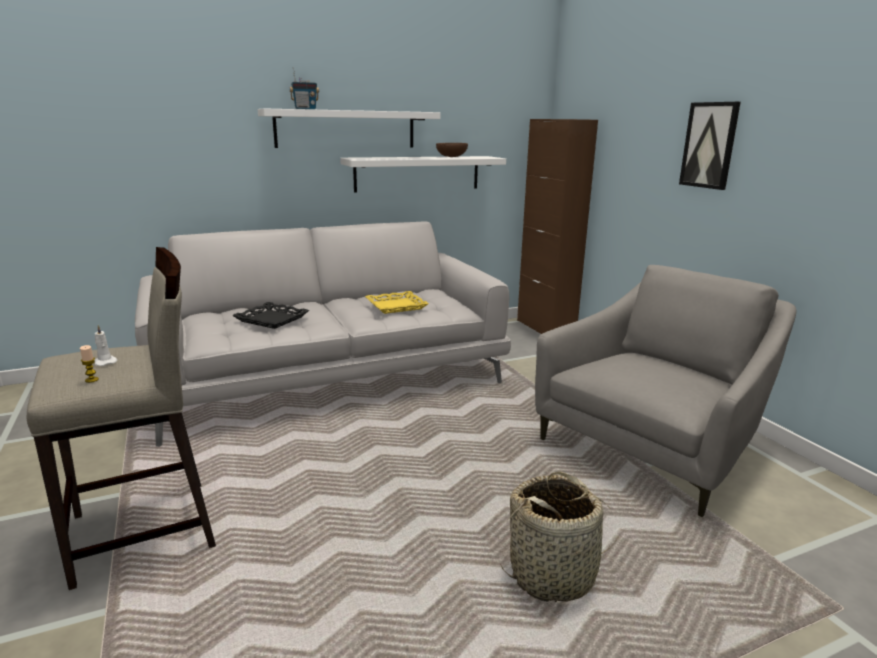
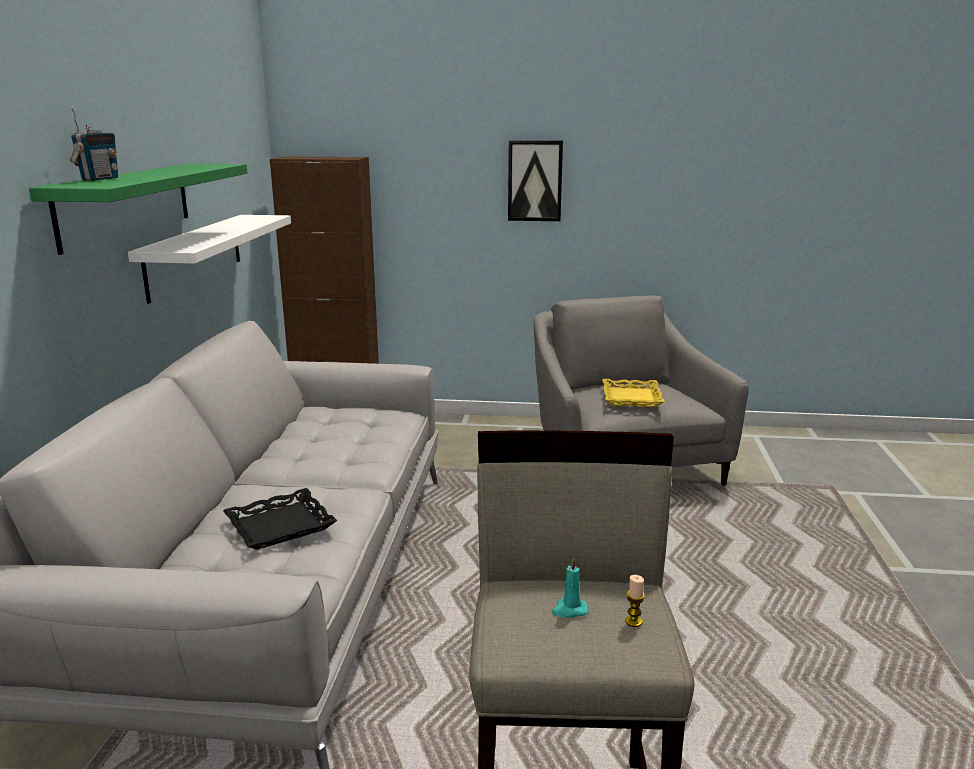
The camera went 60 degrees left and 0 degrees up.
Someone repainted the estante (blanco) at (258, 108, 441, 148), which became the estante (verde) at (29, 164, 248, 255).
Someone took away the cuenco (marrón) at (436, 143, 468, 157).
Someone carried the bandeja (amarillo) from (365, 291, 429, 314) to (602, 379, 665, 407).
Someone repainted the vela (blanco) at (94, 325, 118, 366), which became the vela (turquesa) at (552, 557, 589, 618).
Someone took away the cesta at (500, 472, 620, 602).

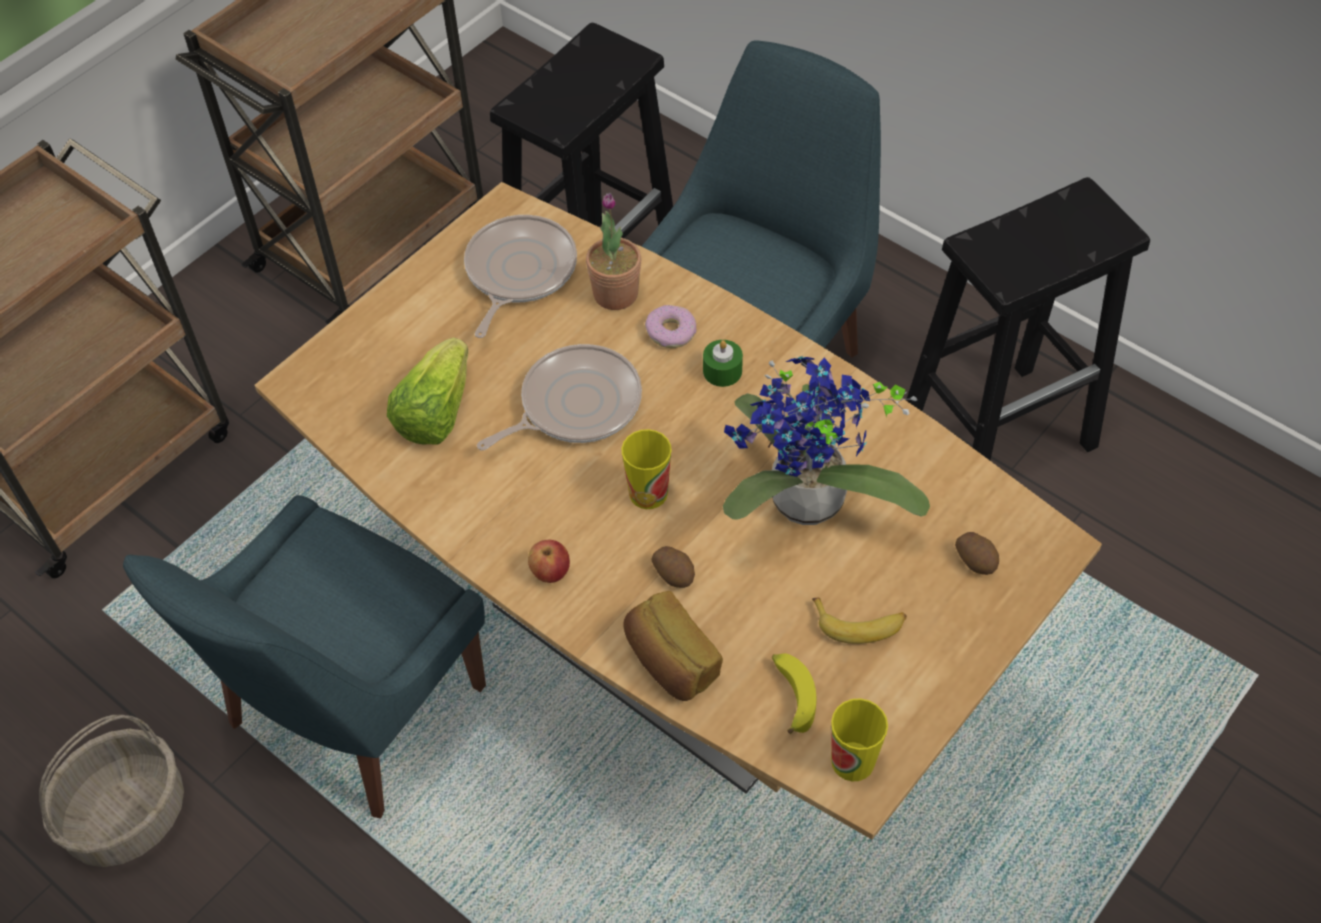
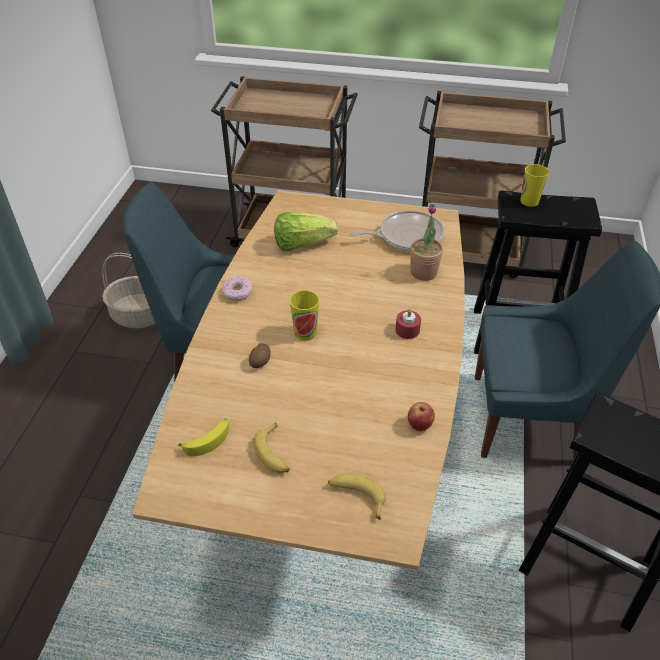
The camera went 60 degrees right and 10 degrees down.
Someone carried the rosquilla from (645, 305, 696, 348) to (222, 277, 252, 301).
Someone repainted the vela (verde) at (703, 340, 743, 387), which became the vela (rojo) at (395, 309, 421, 339).
Someone took away the sartén at (477, 344, 642, 450).
Someone took away the planta en maceta at (723, 356, 930, 525).
Someone swapped the patata at (955, 532, 999, 575) for the plátano at (328, 474, 386, 520).
Someone carried the manzana from (528, 540, 570, 583) to (408, 402, 435, 431).
Someone took away the pan at (623, 591, 723, 701).
Someone carried the taza from (831, 698, 888, 781) to (520, 164, 549, 207).

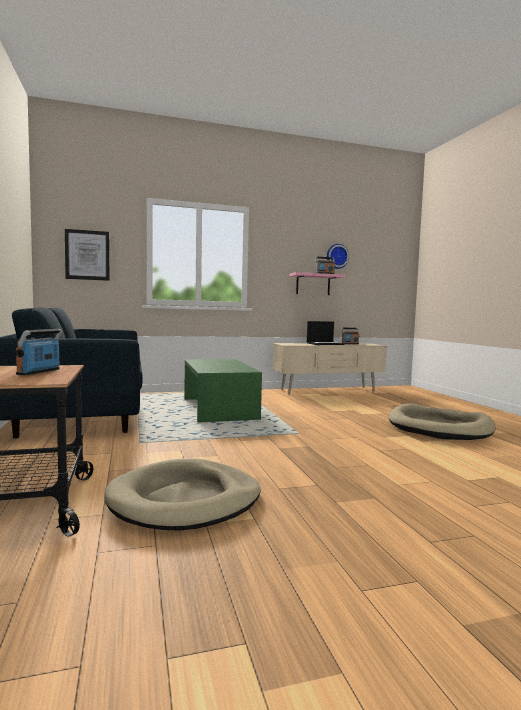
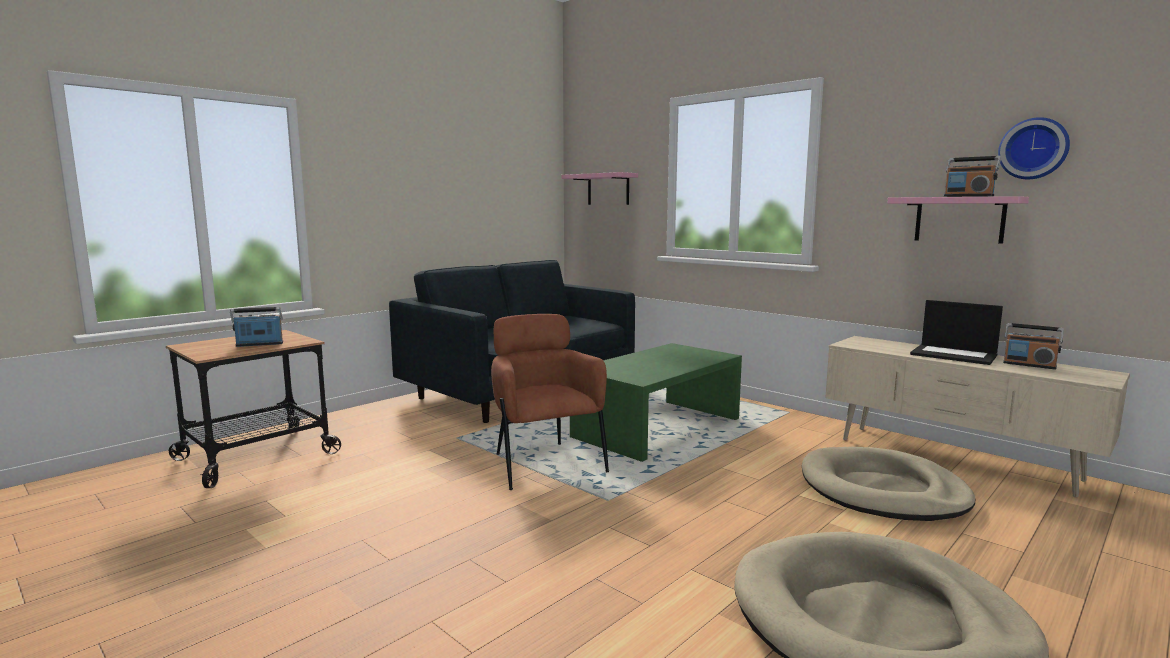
The camera went 60 degrees right and 5 degrees up.
Someone swapped the cuadro at (65, 229, 110, 281) for the estante (rosa) at (561, 172, 638, 205).
Someone carried the cama para perro (beis) from (104, 458, 261, 531) to (802, 447, 975, 521).
Someone put down the sillón (marrón) at (491, 314, 609, 490).

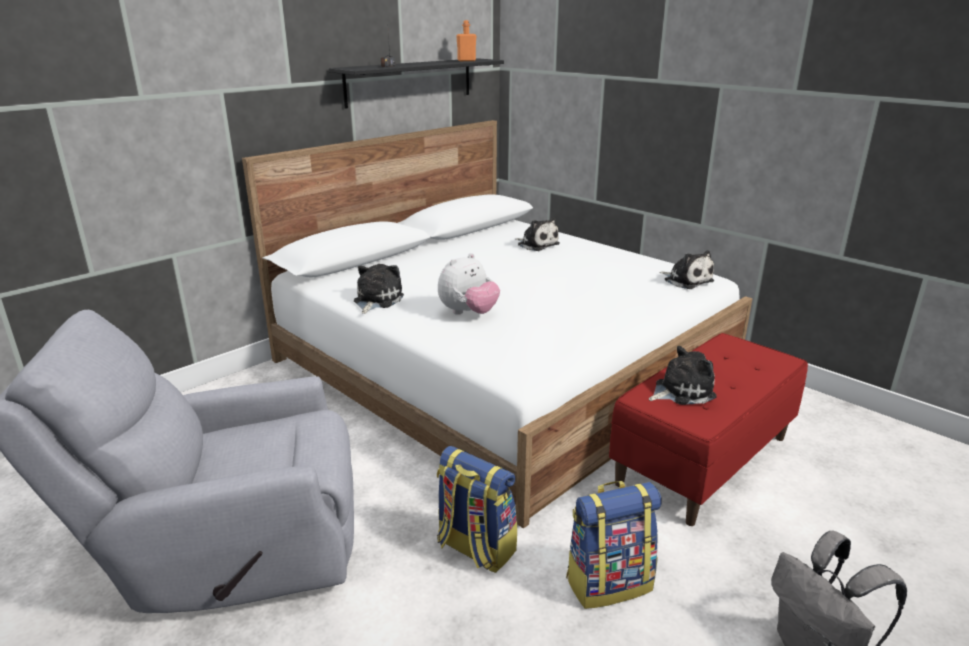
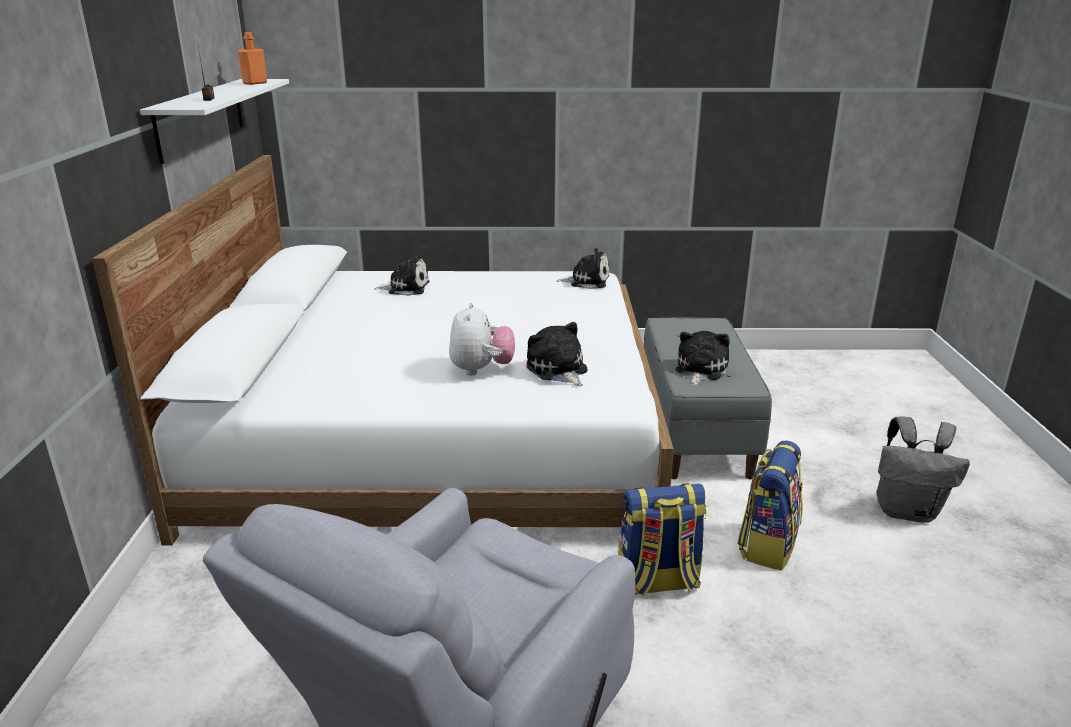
The camera went 45 degrees left and 0 degrees up.
Someone repainted the estante (negro) at (329, 58, 504, 109), which became the estante (blanco) at (140, 79, 289, 164).
Someone carried the peluche from (354, 264, 404, 314) to (527, 322, 588, 386).
Someone repainted the banco (rojo) at (609, 333, 808, 526), which became the banco (gris) at (644, 318, 772, 479).

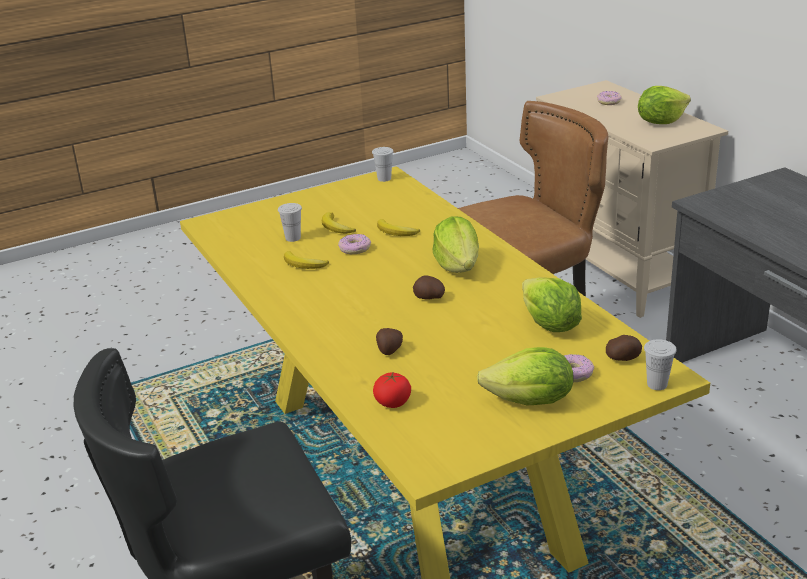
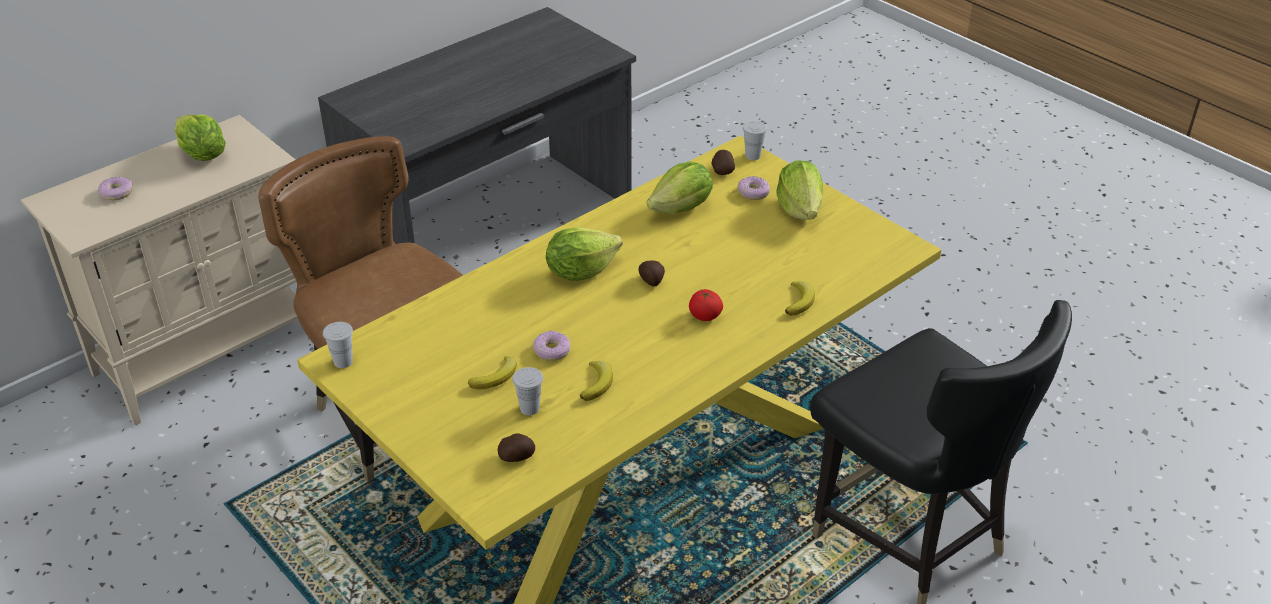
The camera went 105 degrees left and 10 degrees up.
Someone carried the plátano from (377, 219, 420, 236) to (785, 281, 815, 316).
Someone carried the patata from (376, 328, 403, 355) to (498, 433, 535, 462).
Someone carried the tomate from (373, 372, 411, 408) to (689, 289, 723, 321).

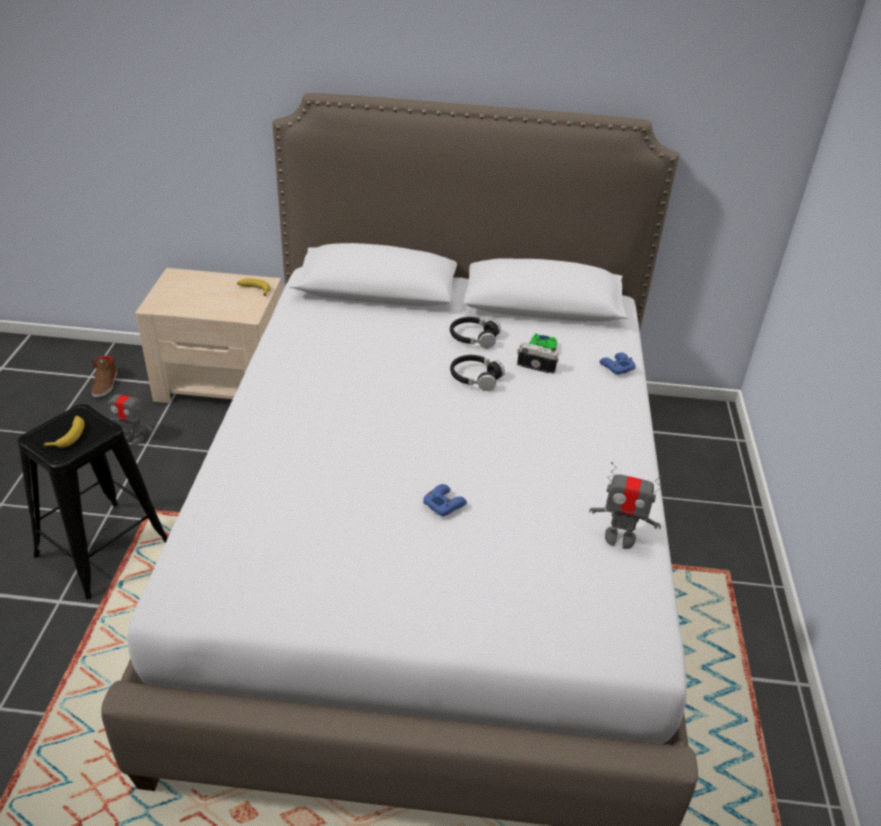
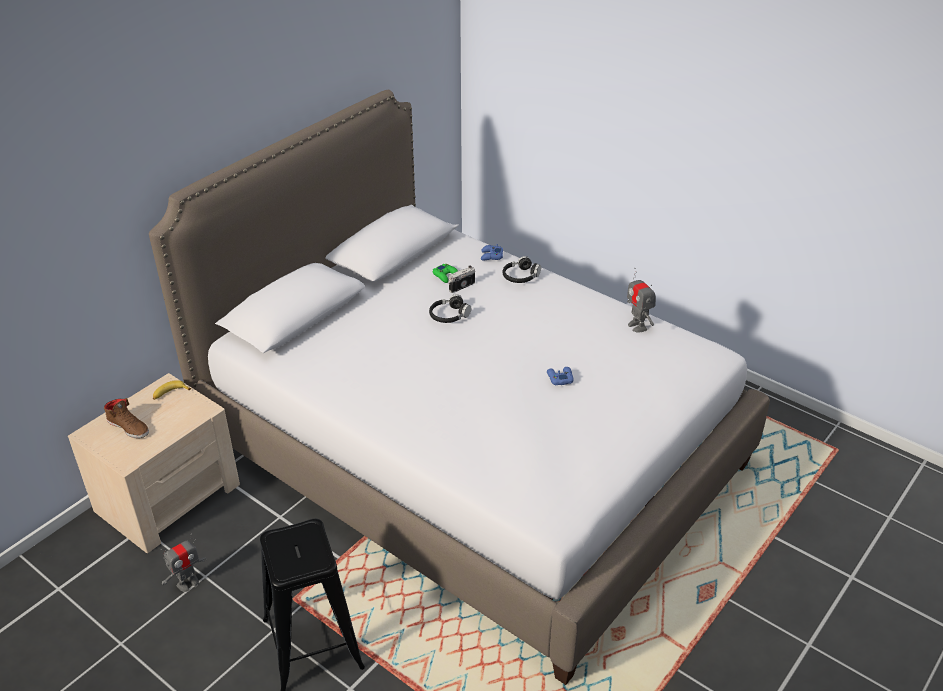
The camera went 55 degrees left and 0 degrees up.
Someone carried the auriculares (negro) from (450, 317, 501, 349) to (502, 256, 541, 283).
Someone carried the zapato (marrón) from (91, 355, 117, 398) to (104, 398, 149, 438).
Someone took away the plátano at (43, 416, 84, 448).
Someone rotated the robot de juguete at (589, 462, 663, 549) by 105 degrees clockwise.

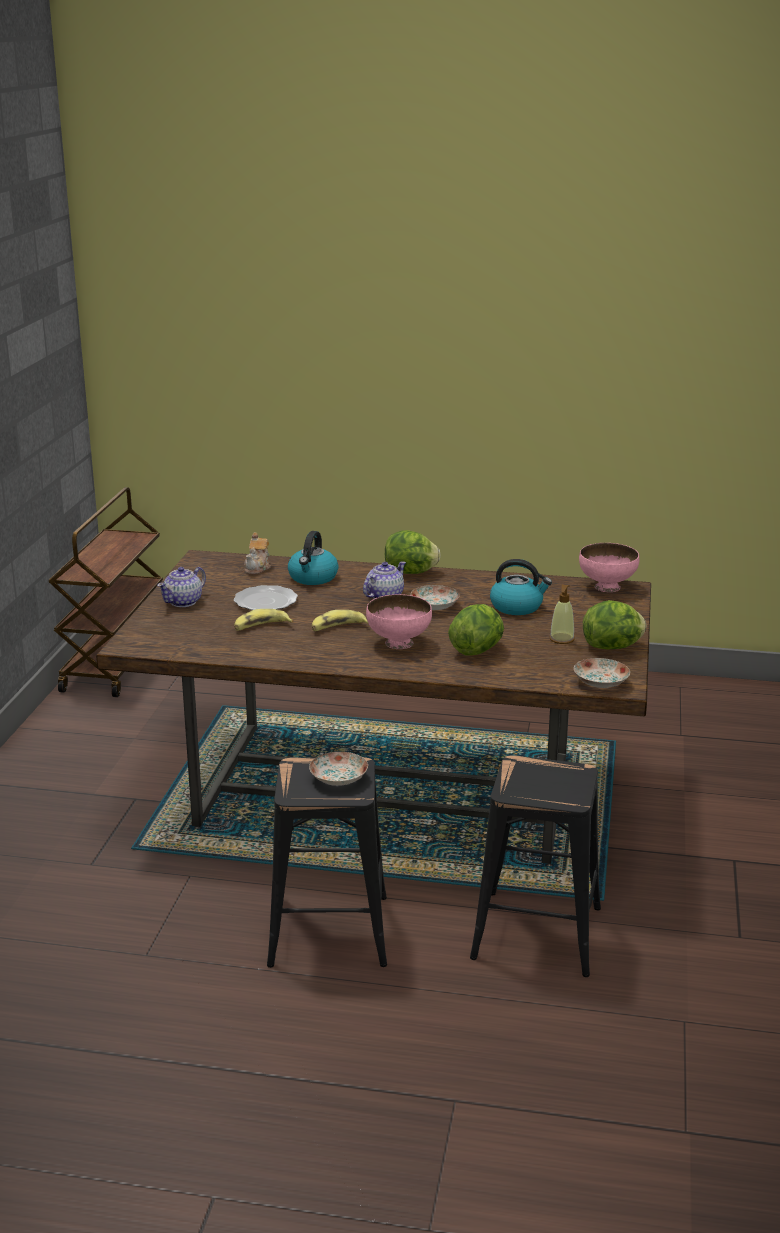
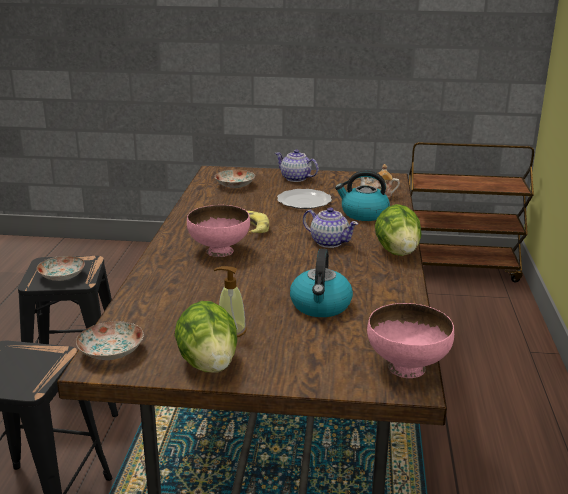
The camera went 85 degrees right and 0 degrees up.
Someone carried the plato from (411, 585, 460, 610) to (215, 170, 255, 188).
Someone took away the lechuga at (448, 604, 504, 655).
Someone took away the plátano at (234, 609, 294, 630).

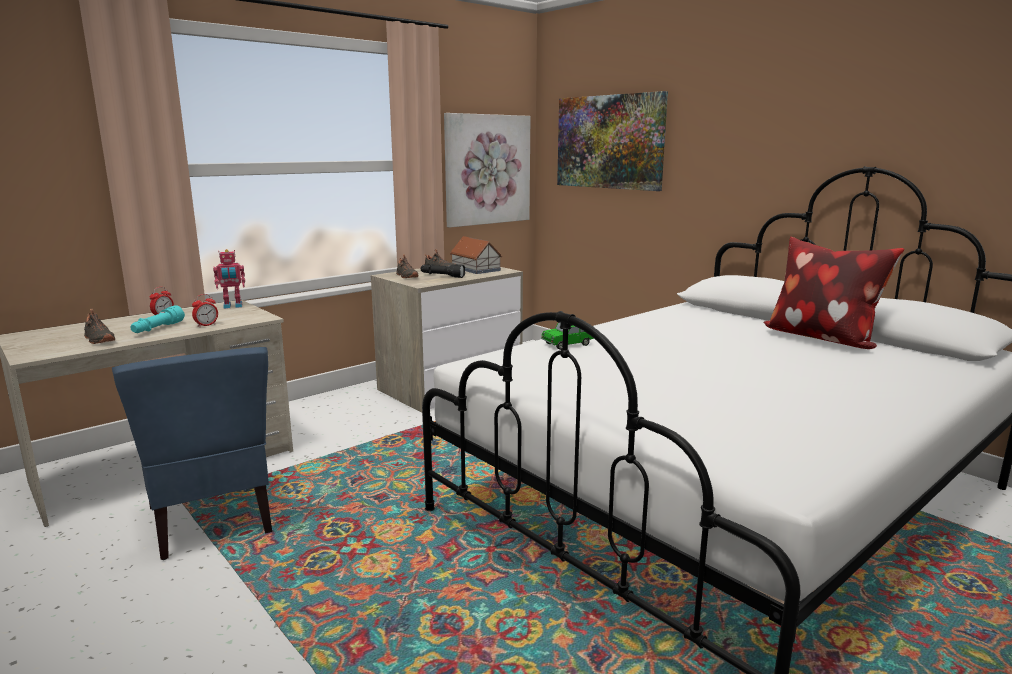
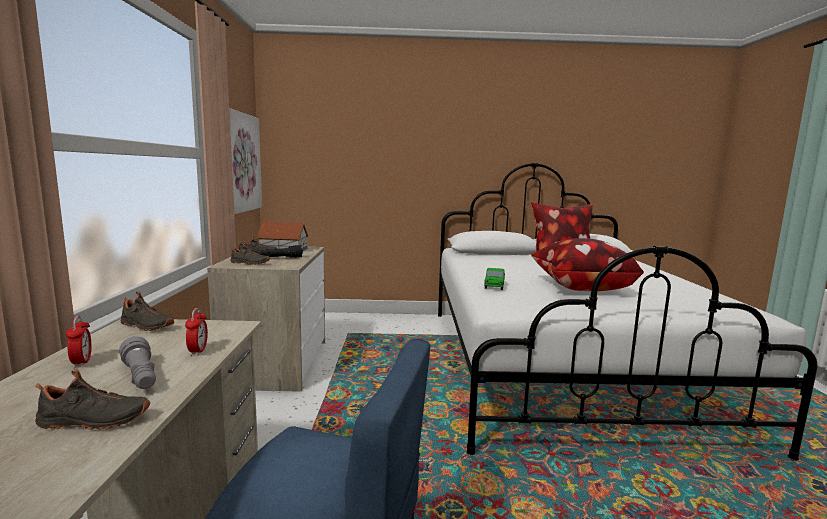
The camera went 50 degrees left and 5 degrees down.
Someone took away the cuadro at (557, 91, 668, 191).
Someone swapped the robot de juguete at (213, 249, 245, 309) for the zapato (negro) at (120, 291, 174, 331).
Someone repainted the linterna (turquesa) at (130, 305, 185, 333), which became the linterna (gris) at (119, 336, 156, 389).
Someone put down the cojín at (532, 238, 644, 291).

